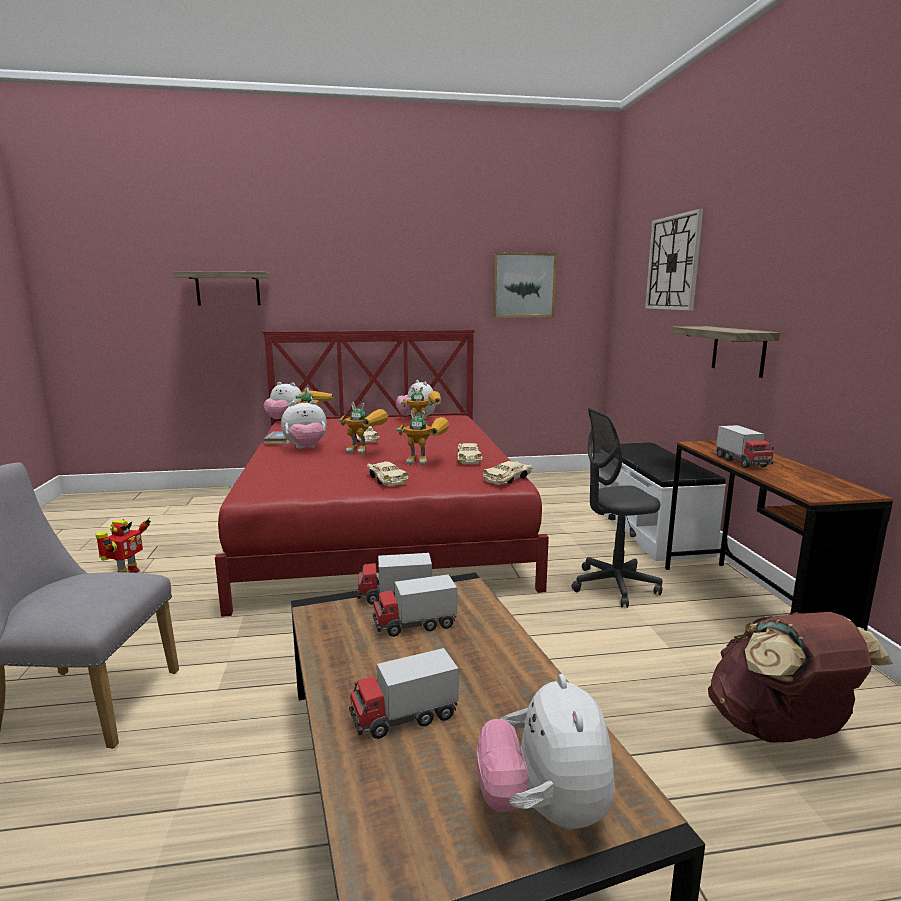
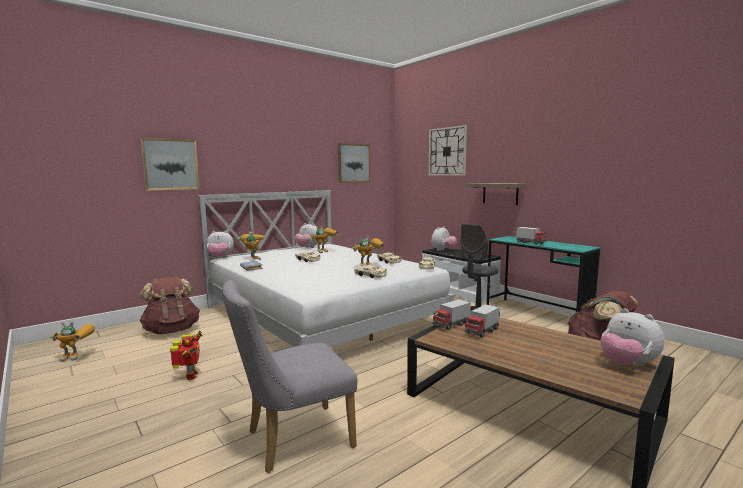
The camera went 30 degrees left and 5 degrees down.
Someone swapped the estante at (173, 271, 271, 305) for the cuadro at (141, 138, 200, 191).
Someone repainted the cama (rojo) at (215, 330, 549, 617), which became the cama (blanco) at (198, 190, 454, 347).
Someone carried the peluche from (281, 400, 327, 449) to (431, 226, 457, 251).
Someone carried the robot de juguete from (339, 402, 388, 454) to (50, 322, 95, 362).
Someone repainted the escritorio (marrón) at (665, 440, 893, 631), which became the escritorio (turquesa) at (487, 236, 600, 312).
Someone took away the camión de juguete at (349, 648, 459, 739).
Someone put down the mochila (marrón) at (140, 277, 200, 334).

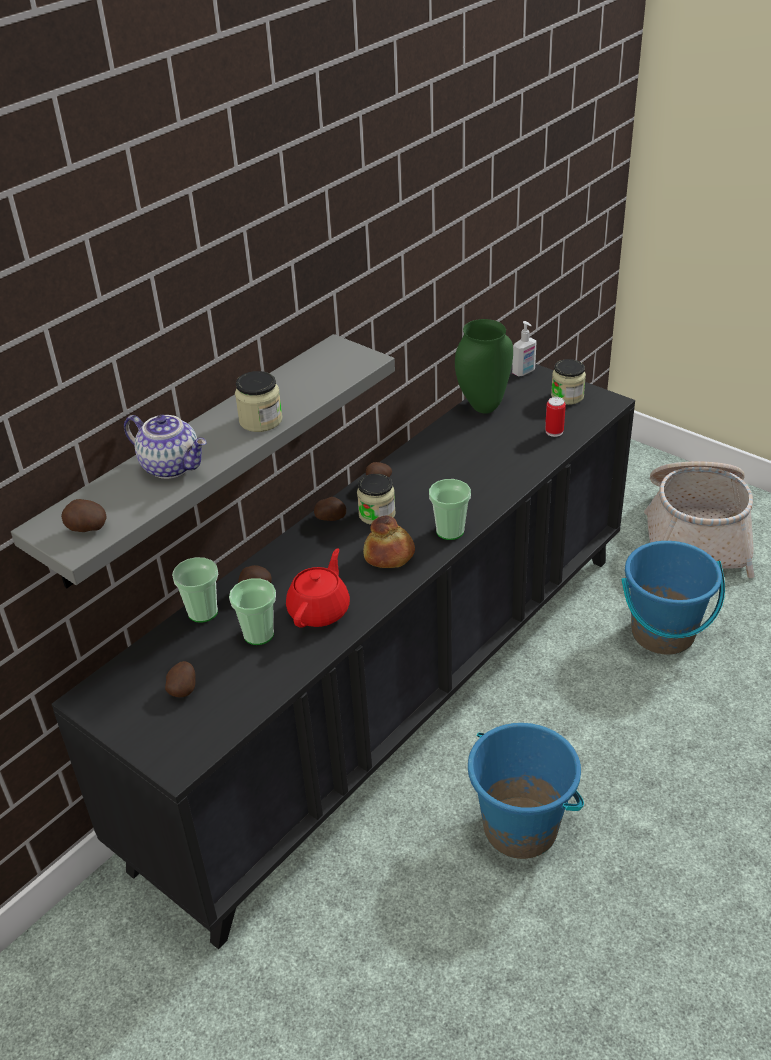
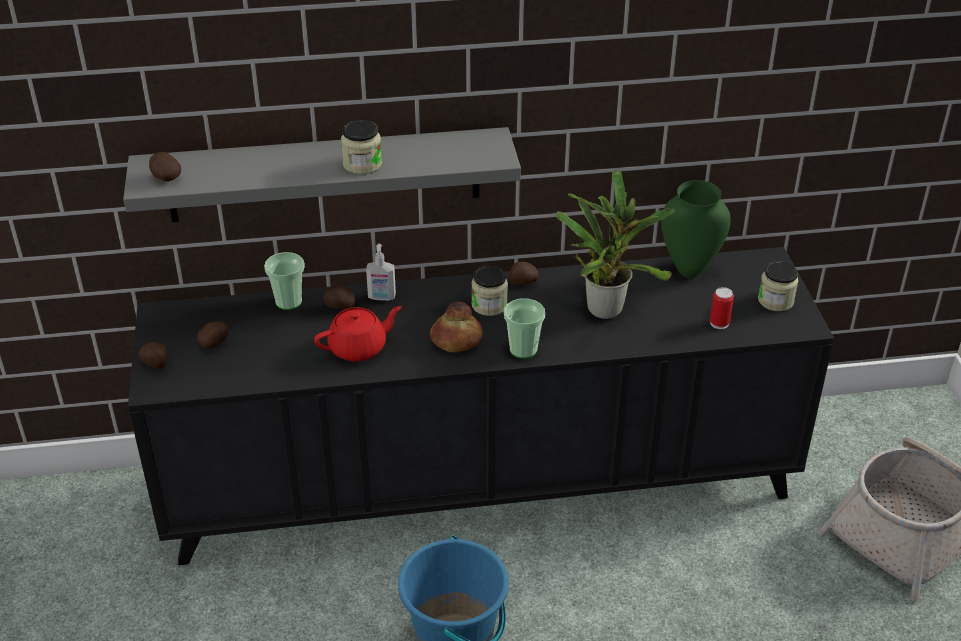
The camera went 40 degrees right and 0 degrees up.
Someone carried the dispensador de jabón from (512, 321, 537, 376) to (366, 244, 396, 301).
Someone took away the tetera at (124, 415, 207, 479).
Someone carried the patata from (314, 497, 346, 521) to (139, 342, 167, 368).
Someone took away the cubo (azul) at (622, 541, 725, 655).
Someone took away the taza at (229, 578, 276, 645).
Someone put down the planta en maceta at (556, 170, 675, 319).

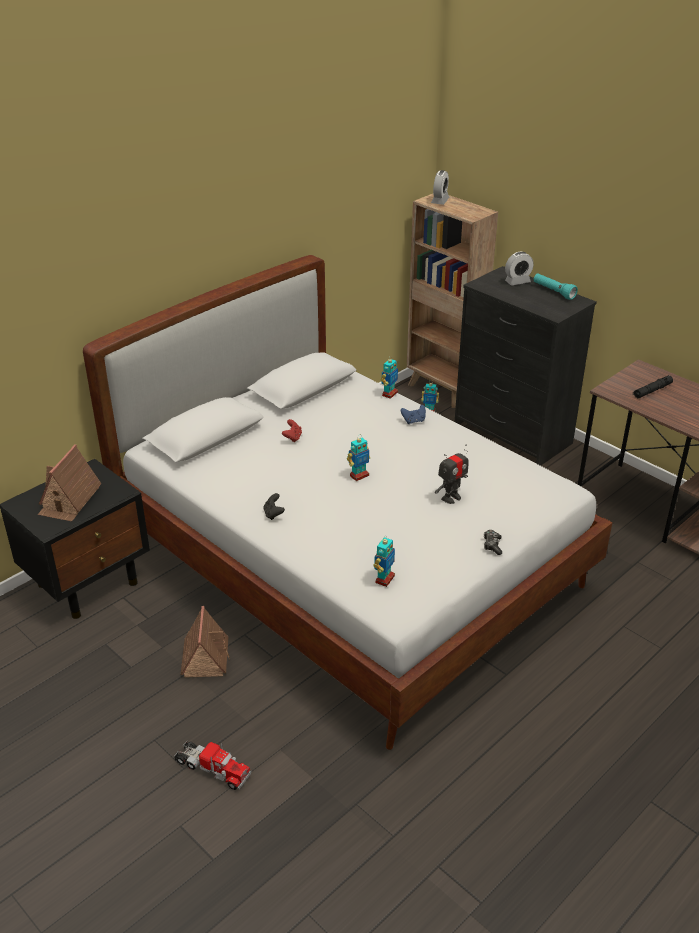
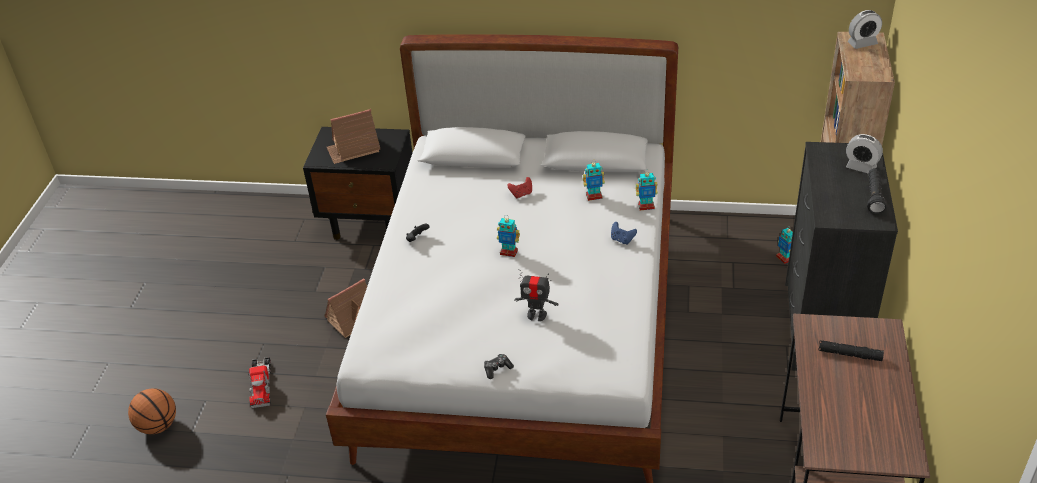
The camera went 55 degrees right and 5 degrees up.
Someone repainted the linterna (turquesa) at (534, 273, 578, 300), which became the linterna (negro) at (867, 168, 887, 214).
Someone carried the robot de juguete from (373, 535, 395, 587) to (583, 160, 605, 201).
Someone put down the balón de baloncesto at (128, 388, 176, 434).

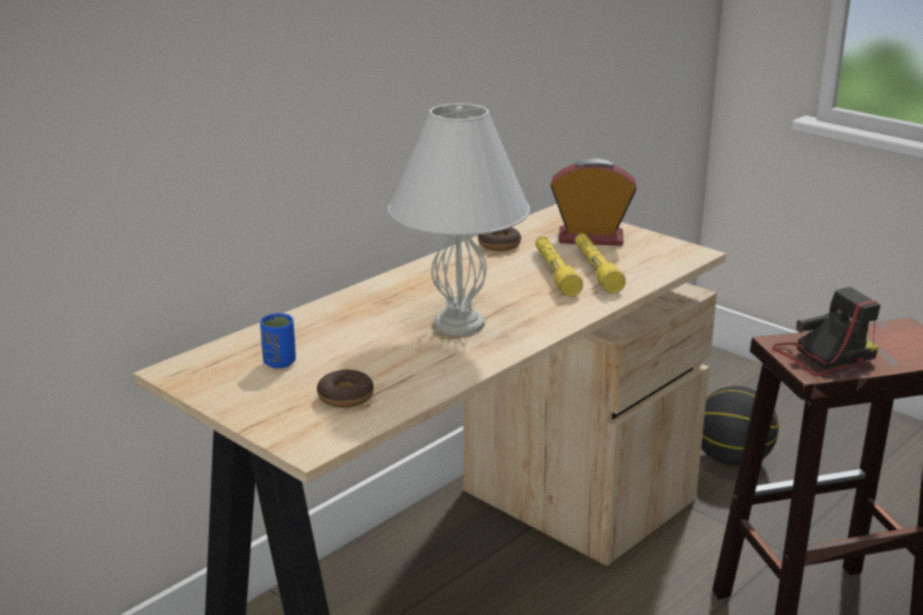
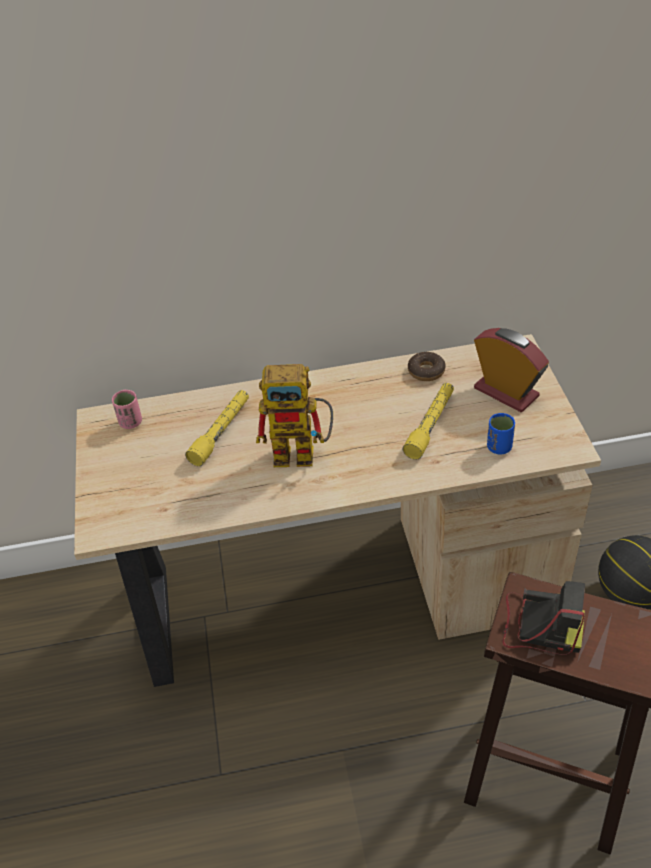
The camera went 40 degrees right and 20 degrees up.
Someone swapped the lámpara de mesa (blanco) at (388, 103, 530, 336) for the robot de juguete at (256, 364, 333, 467).
Someone carried the linterna (amarillo) from (575, 233, 626, 294) to (185, 390, 249, 466).
Someone carried the taza (azul) from (260, 313, 296, 368) to (487, 413, 515, 454).
Someone took away the rosquilla at (317, 369, 374, 408).
Someone put down the taza (rosa) at (112, 390, 142, 429).

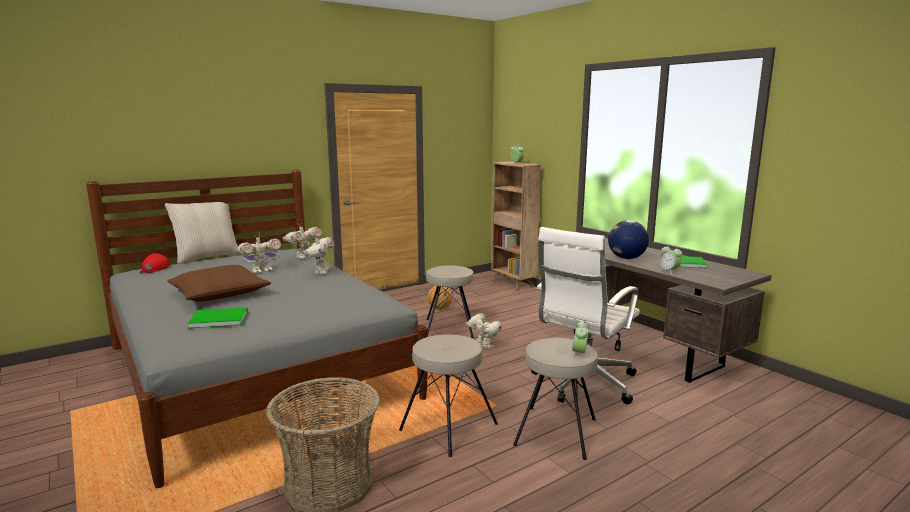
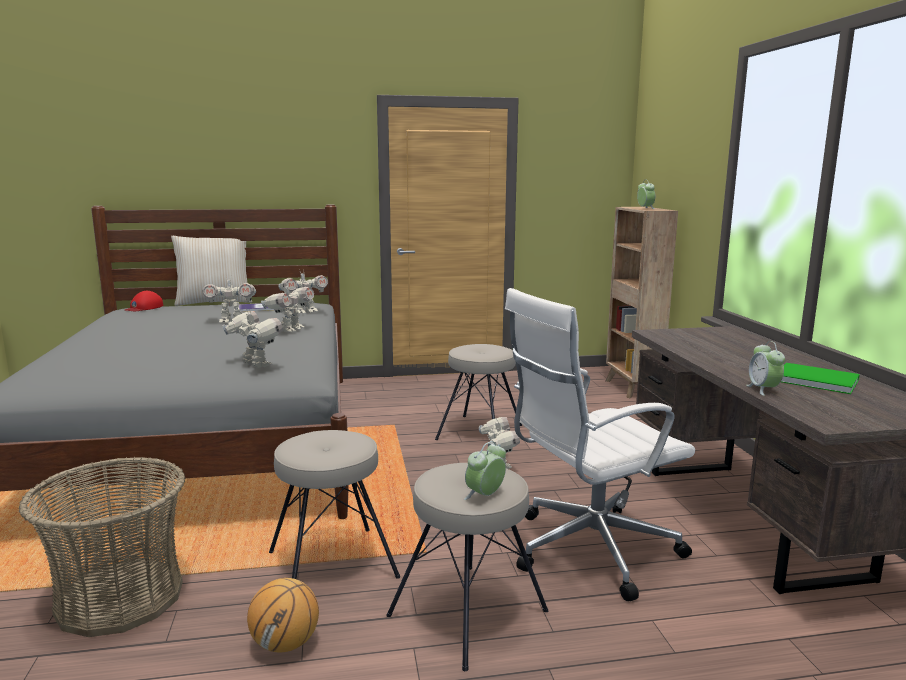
The camera went 25 degrees right and 0 degrees up.
Someone took away the globo terráqueo at (608, 220, 649, 259).
Someone took away the cojín (marrón) at (167, 265, 271, 302).
Someone carried the balón de baloncesto from (428, 286, 452, 309) to (247, 578, 319, 652).
Someone took away the libro (verde) at (187, 307, 248, 328).
Someone put down the robot de juguete at (223, 309, 283, 368).

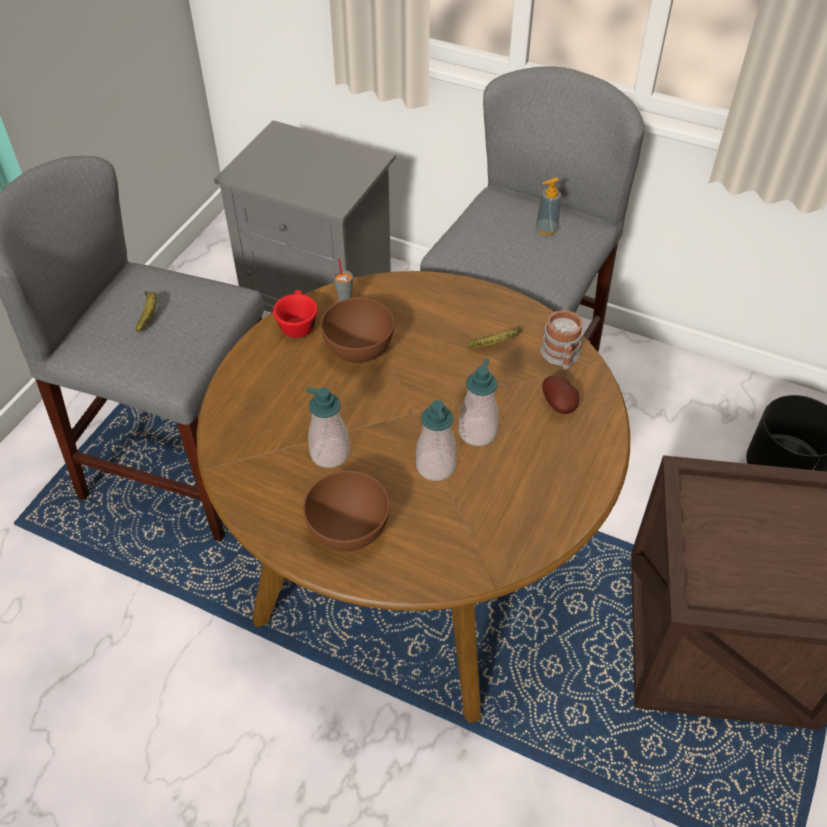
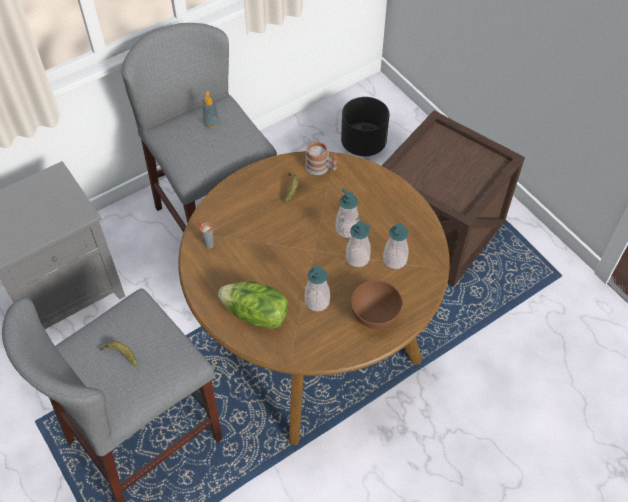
The camera went 60 degrees left and 5 degrees up.
Someone took away the taza (rojo) at (273, 290, 318, 338).
Someone took away the cuenco (marrón) at (321, 298, 394, 363).
Someone took away the patata at (542, 375, 579, 414).
Someone put down the dispensador de jabón at (383, 223, 409, 269).
Someone put down the lechuga at (218, 281, 288, 329).

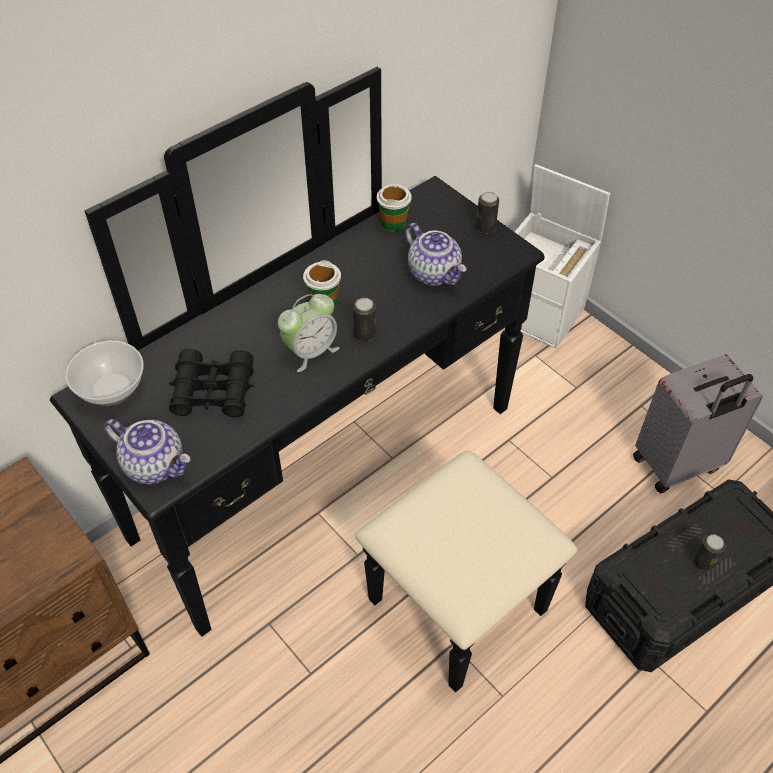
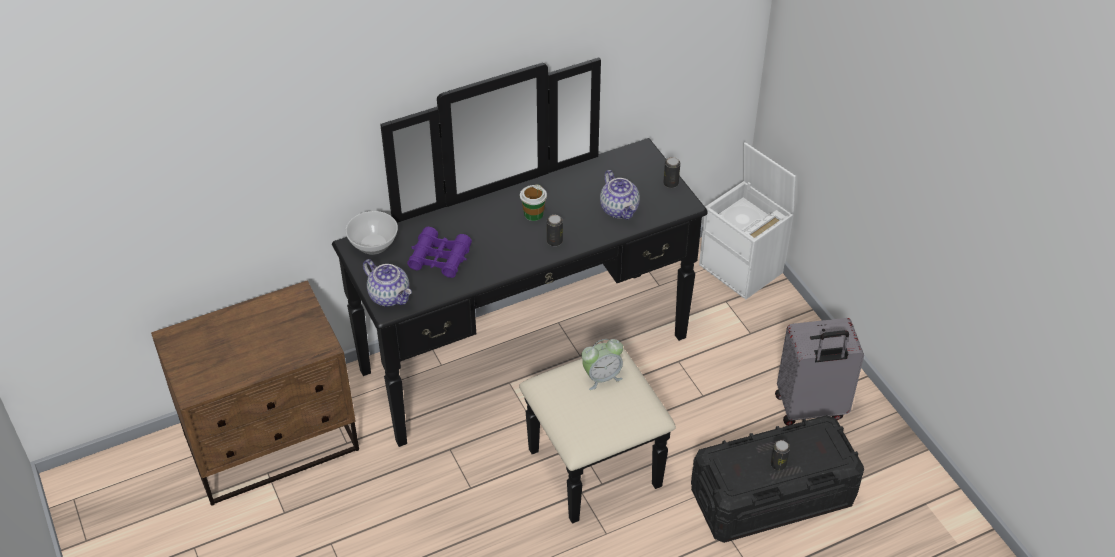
The camera went 15 degrees right and 5 degrees down.
Someone took away the taza at (377, 184, 412, 231).
Someone carried the despertador from (278, 294, 339, 372) to (581, 339, 623, 390).
Someone repainted the prismáticos (negro) at (169, 349, 254, 417), which became the prismáticos (morado) at (407, 227, 472, 278).

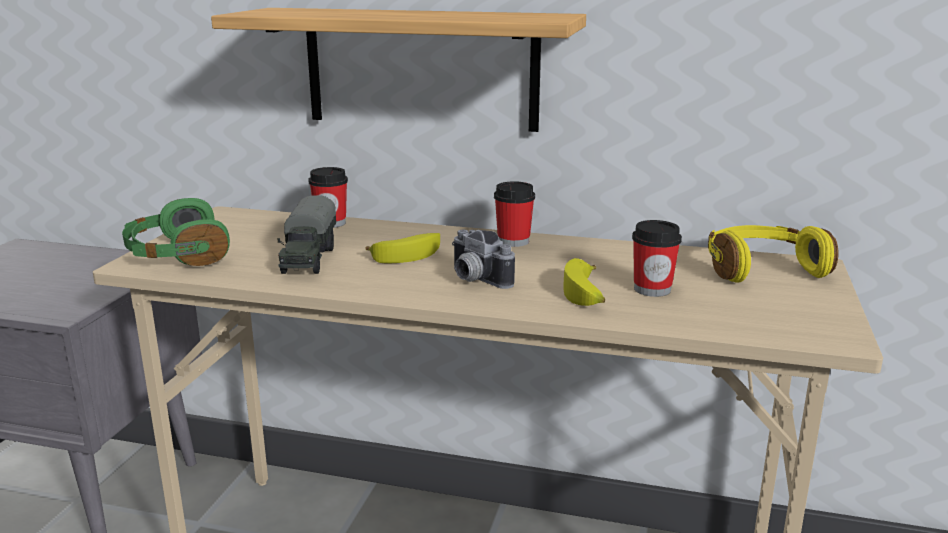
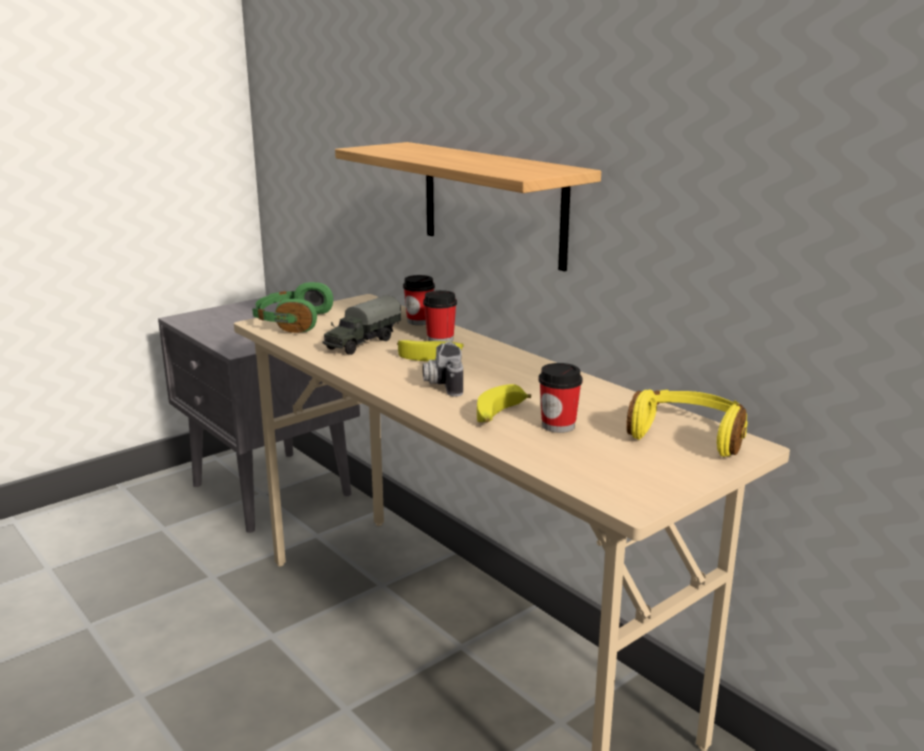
The camera went 35 degrees right and 0 degrees up.
Someone carried the taza from (494, 181, 535, 247) to (423, 290, 457, 342).

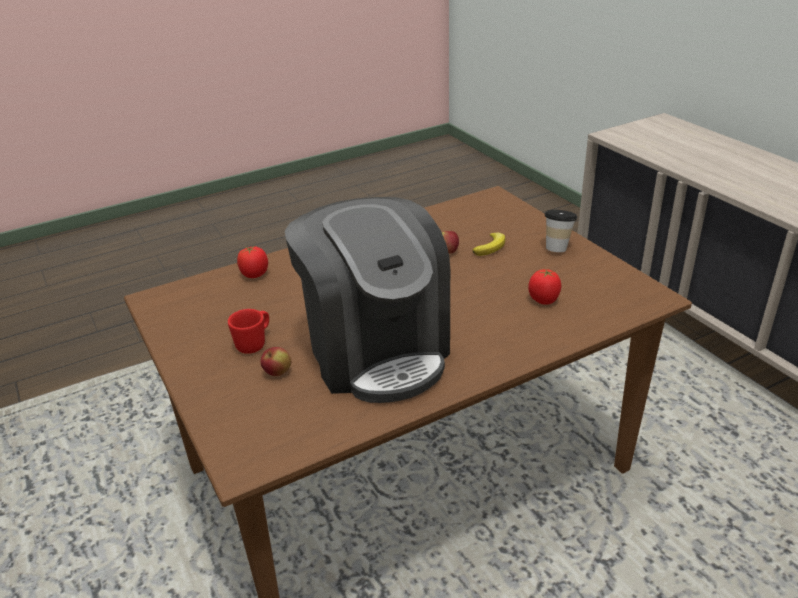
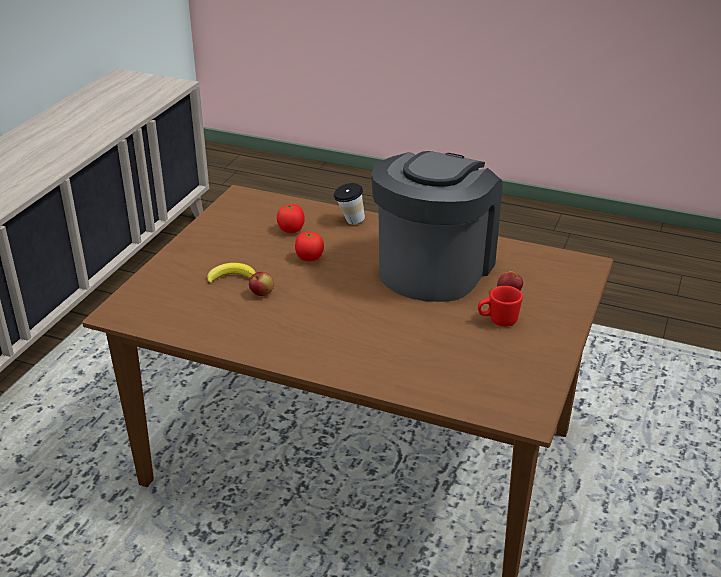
The camera went 130 degrees left and 0 degrees up.
Someone carried the taza from (545, 210, 578, 252) to (333, 183, 365, 225).
Someone carried the tomate from (237, 246, 268, 278) to (295, 231, 324, 262).

